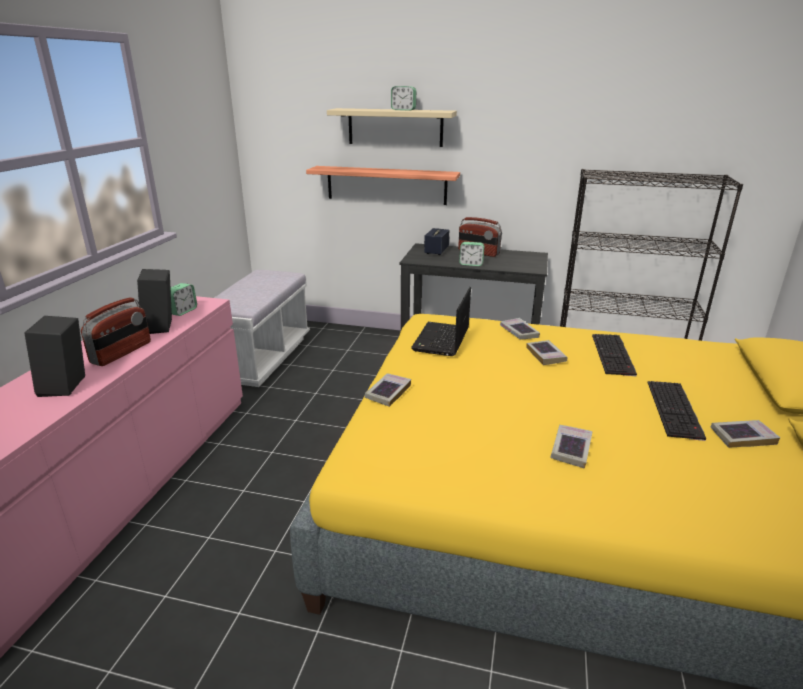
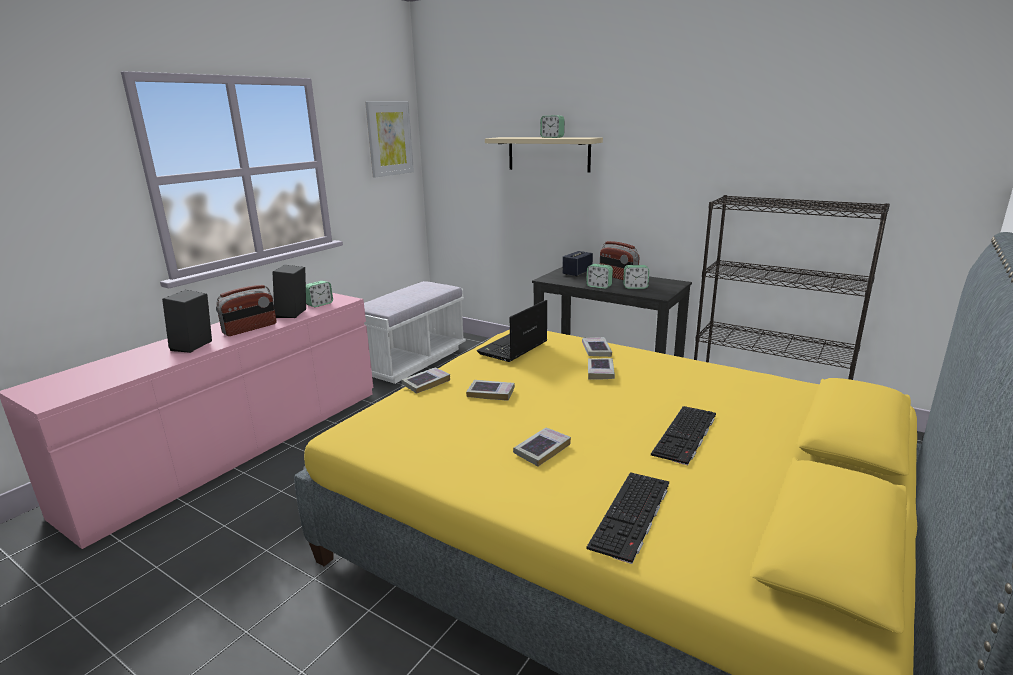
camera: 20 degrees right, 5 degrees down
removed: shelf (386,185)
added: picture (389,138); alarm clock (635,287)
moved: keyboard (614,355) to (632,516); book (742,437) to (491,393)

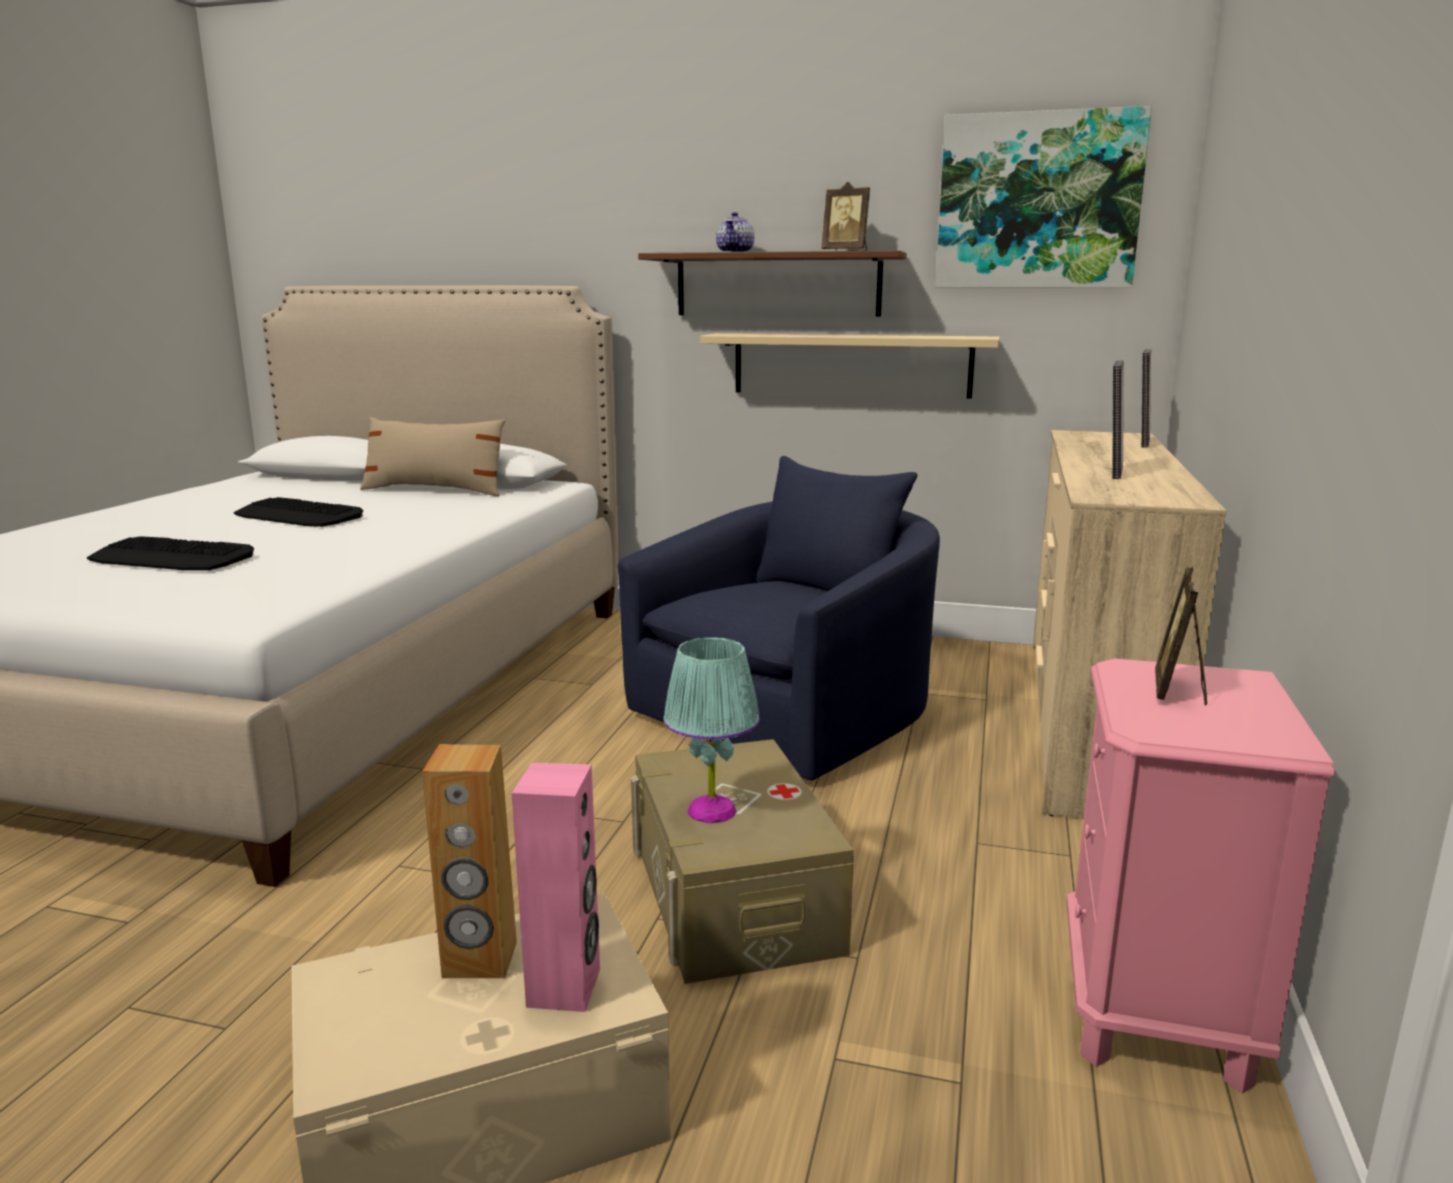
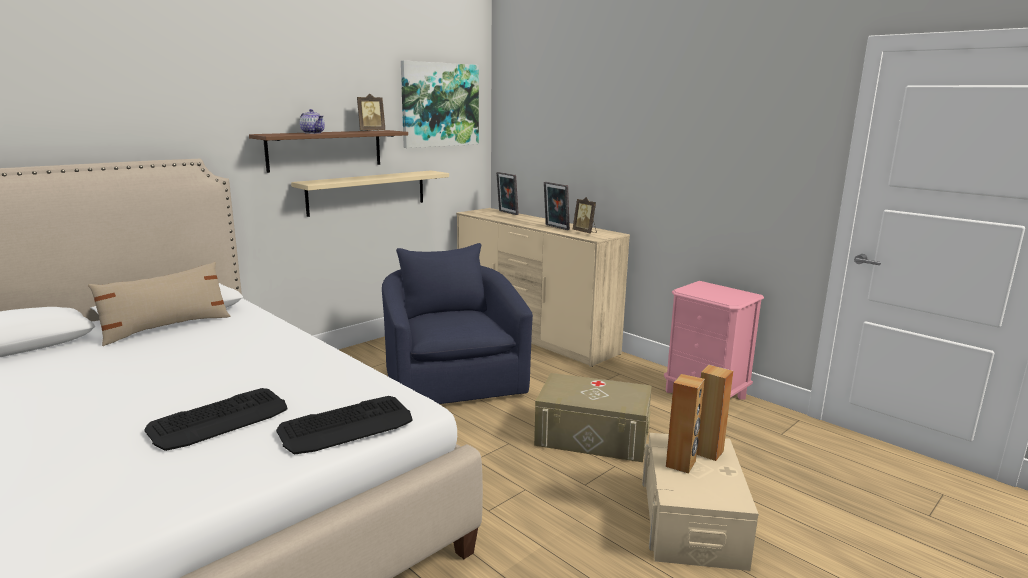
camera: 60 degrees left, 0 degrees up
removed: table lamp in turquoise (712,810)
moved: keyboard (298,515) to (347,426); picture frame (1179,691) to (585,232)
recoloured: speaker in pink (565,988) to speaker in brown (707,452)

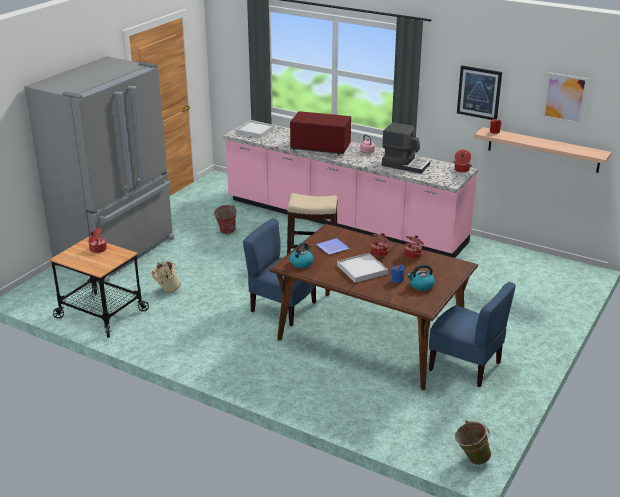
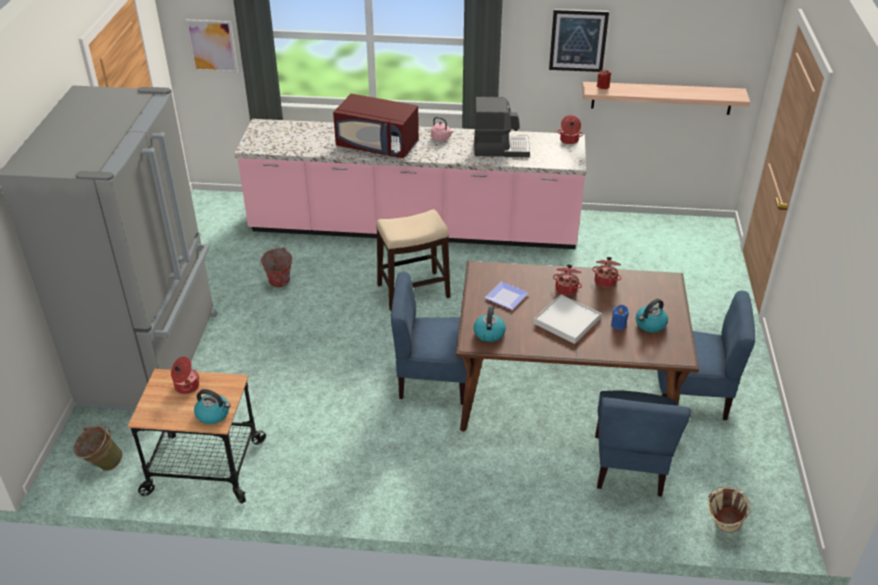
camera: 25 degrees left, 10 degrees up
removed: tray in white (255,131)
added: kettle (213,414); chair in blue (629,466)
moved: picture (564,98) to (212,46); bucket in beige (166,291) to (722,529); bucket in green (470,459) to (102,465)
turned: microwave in red (320,148) = (378,146) 150 degrees counterclockwise

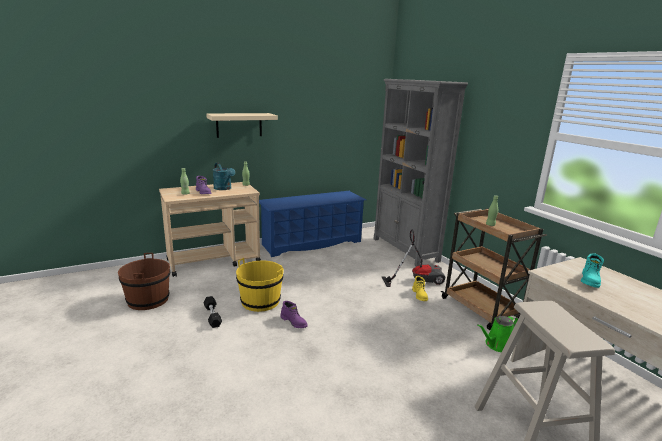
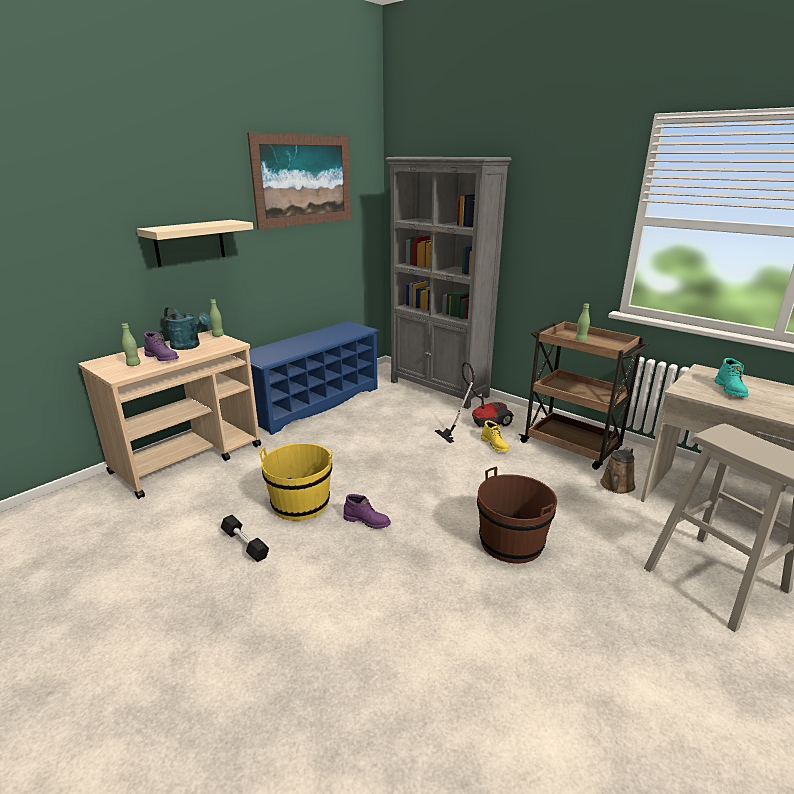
camera: 20 degrees left, 5 degrees up
added: picture (303,180)
moved: bucket in brown (148,300) to (511,542)
recoloured: watering can in green (497,345) to watering can in brown (616,486)

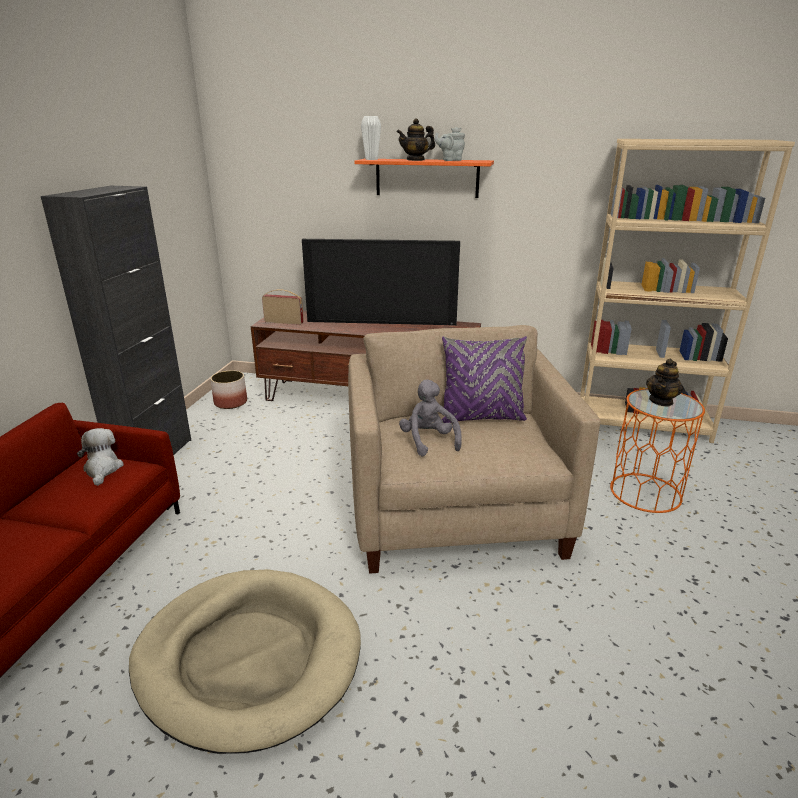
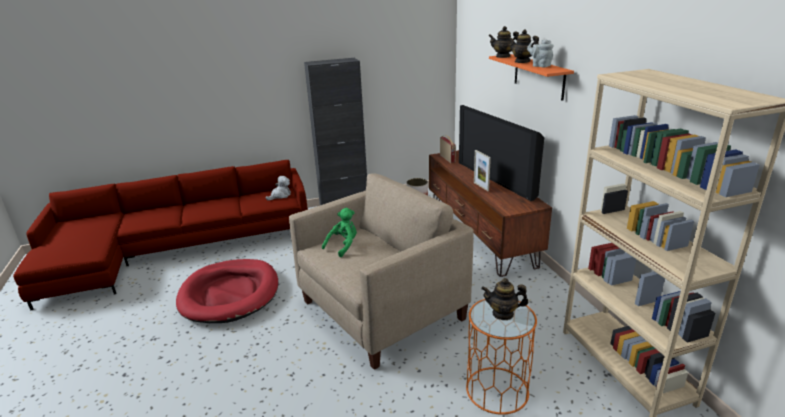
camera: 60 degrees right, 0 degrees up
removed: pillow in purple (481,417)
added: picture frame (481,186)
replaced: vase in white (371,159) to teapot (503,56)
recoloured: plush toy in grey (428,441) to plush toy in green (343,246); dog bed in beige (248,658) to dog bed in red (230,294)

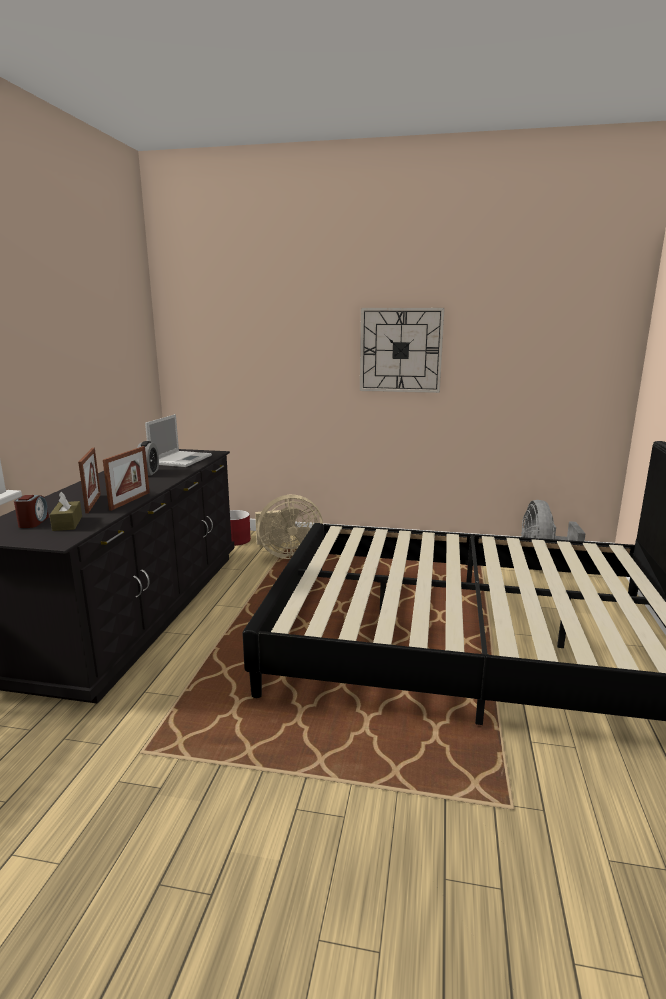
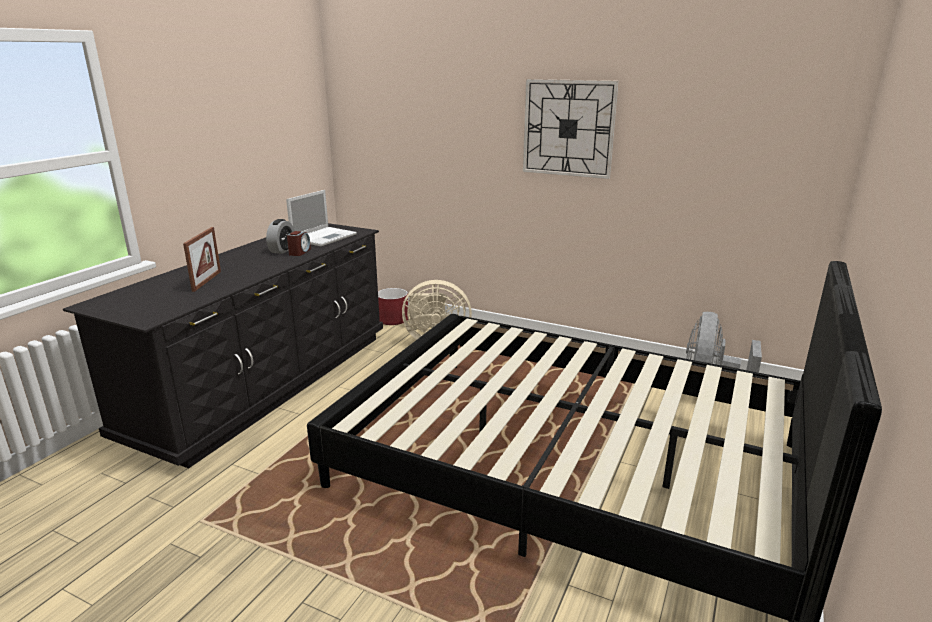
camera: 15 degrees right, 5 degrees up
removed: picture frame (130,501); tissue box in brown (67,523)
moved: alarm clock (33,522) to (299,252)

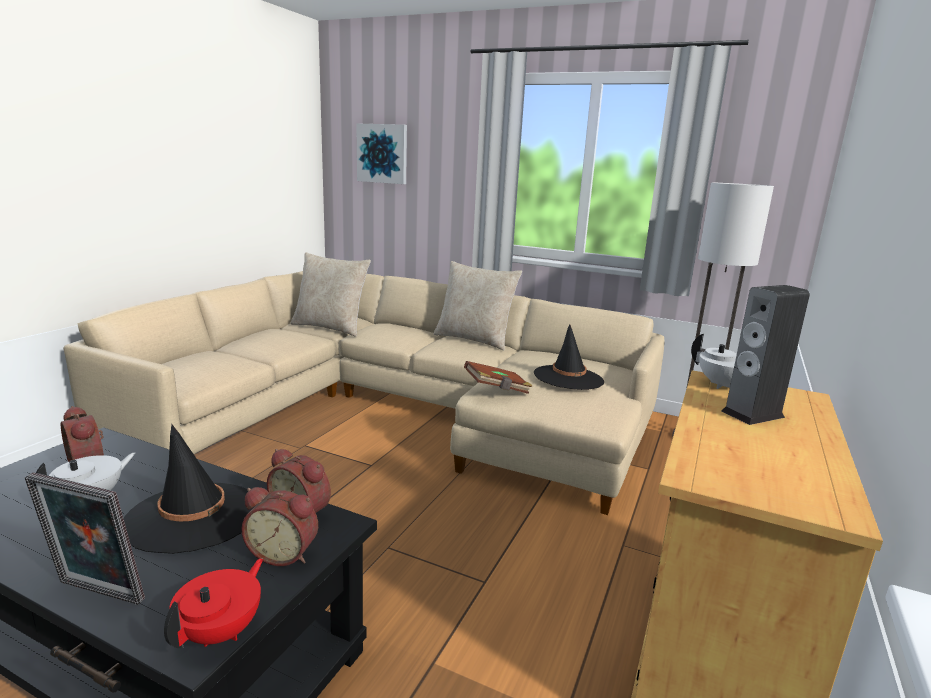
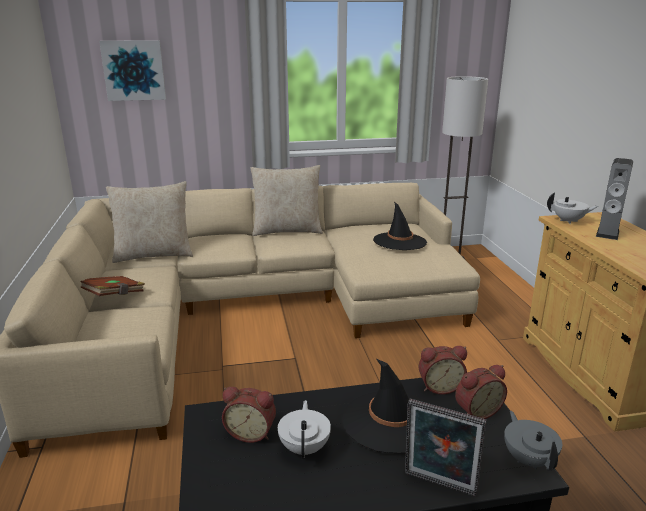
camera: 35 degrees left, 5 degrees up
moved: book in brown (497,389) to (114,296)
recoloured: teapot in red (221,631) to teapot in grey (528,459)
turned: picture frame (96,595) = (439,486) 45 degrees clockwise

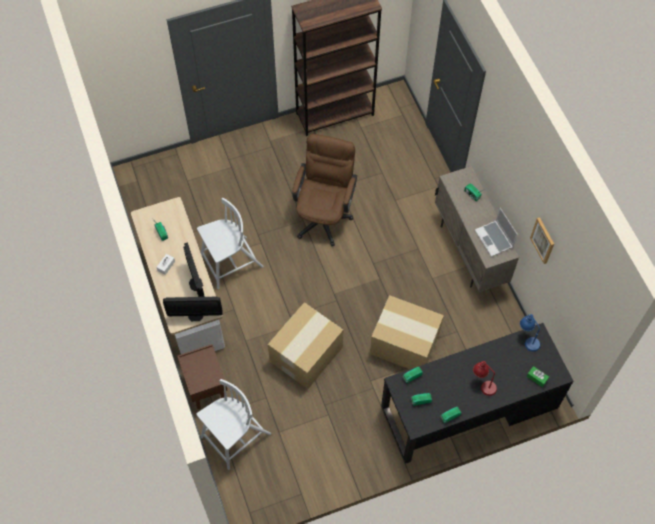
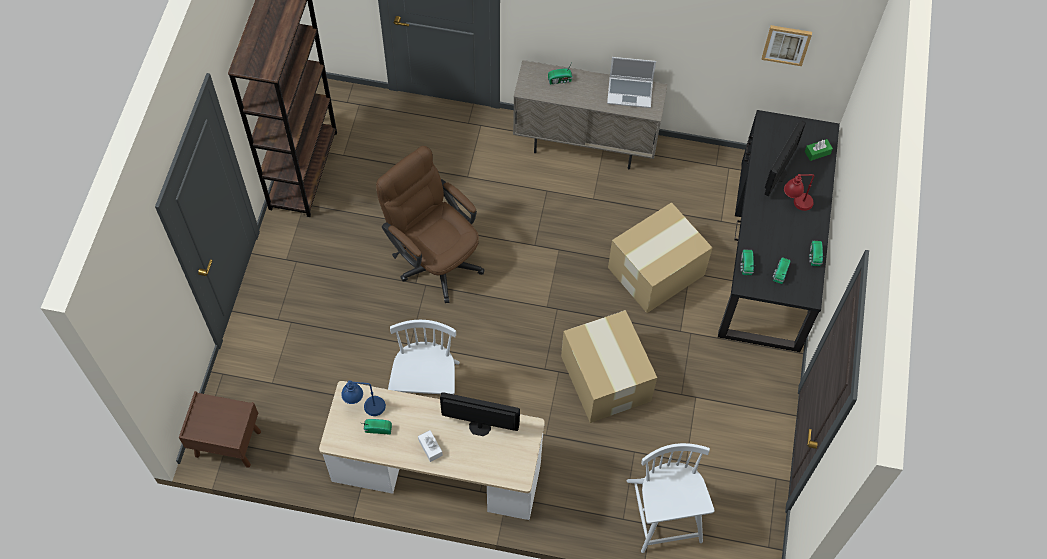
camera: 60 degrees left, 0 degrees up
moved: picture (543,240) to (786,44); monitor (195,315) to (777,174); table lamp in blue (527,339) to (365,407); nightstand in brown (205,386) to (227,444)

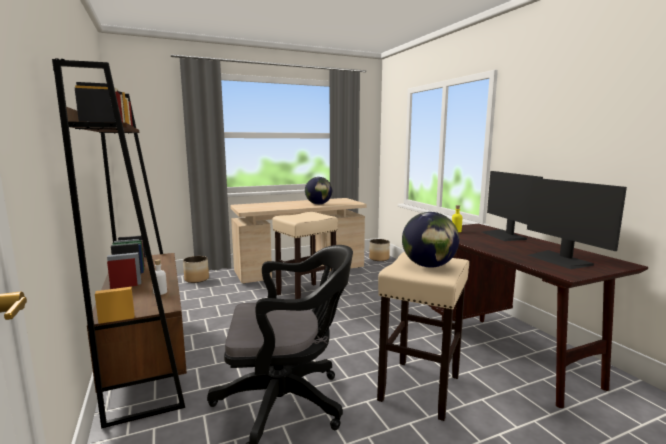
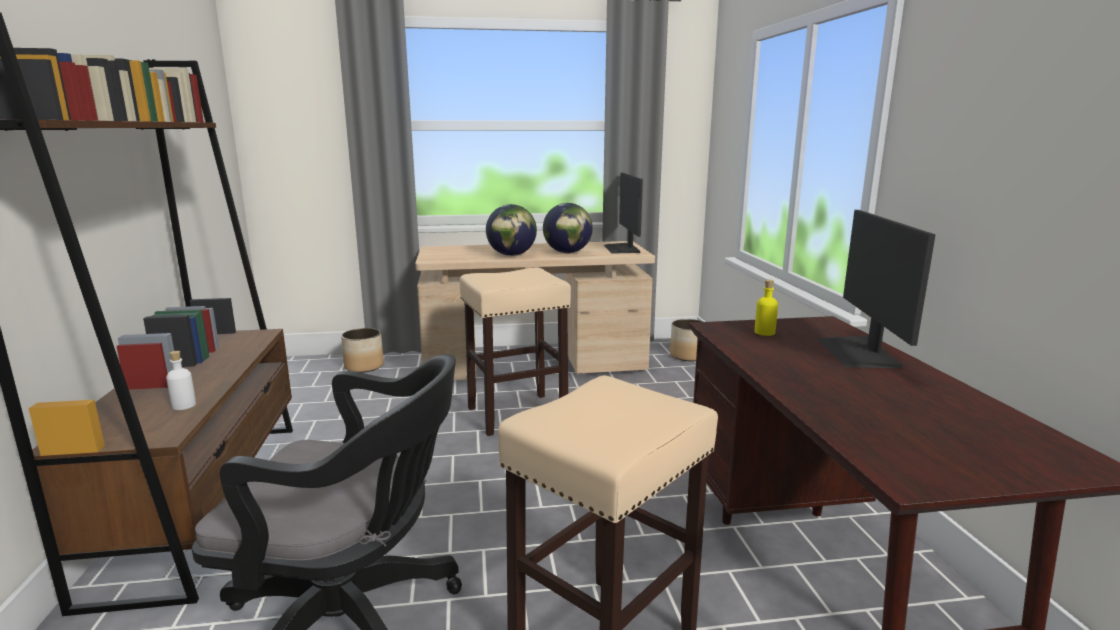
camera: 15 degrees right, 5 degrees up
moved: monitor (560,260) to (622,248); globe (428,266) to (511,255)

